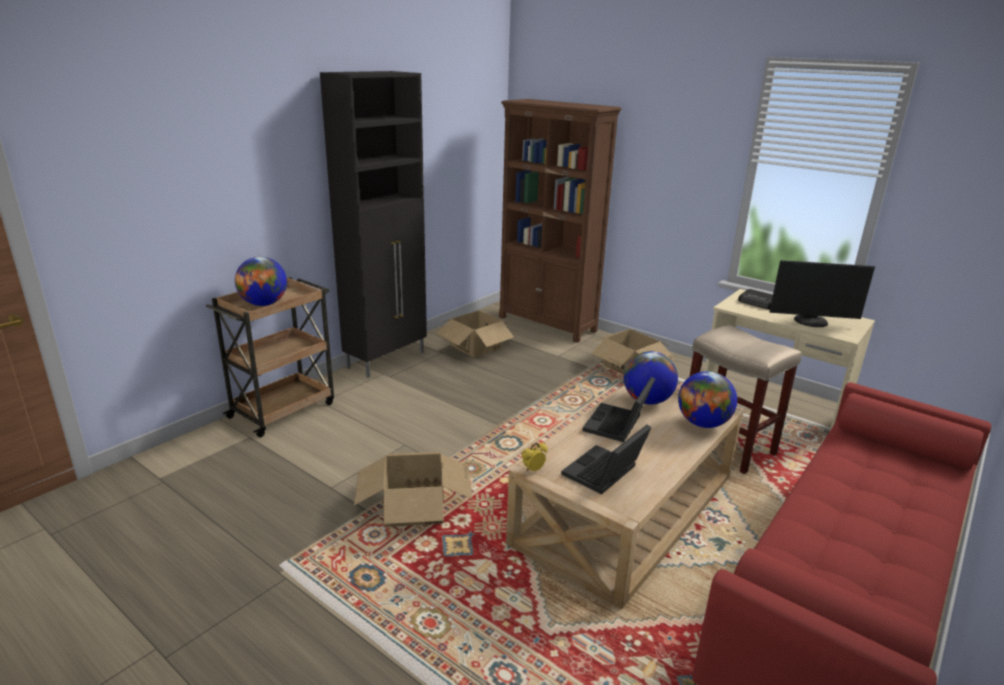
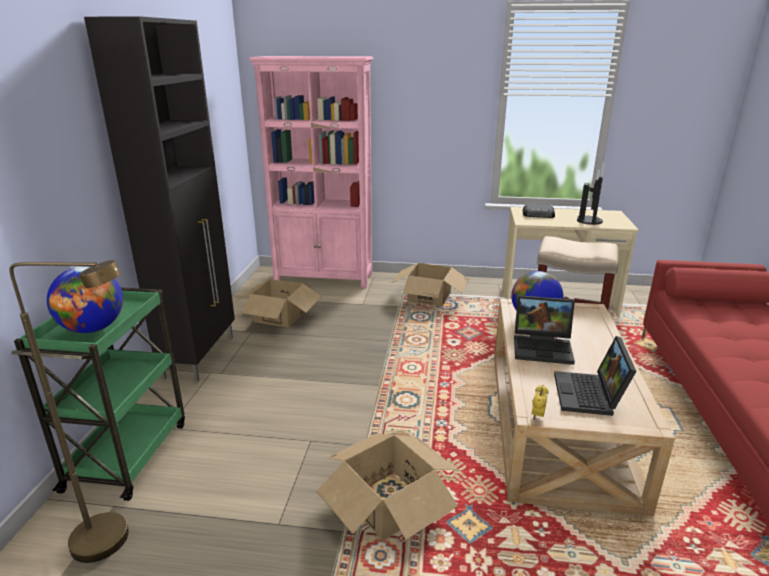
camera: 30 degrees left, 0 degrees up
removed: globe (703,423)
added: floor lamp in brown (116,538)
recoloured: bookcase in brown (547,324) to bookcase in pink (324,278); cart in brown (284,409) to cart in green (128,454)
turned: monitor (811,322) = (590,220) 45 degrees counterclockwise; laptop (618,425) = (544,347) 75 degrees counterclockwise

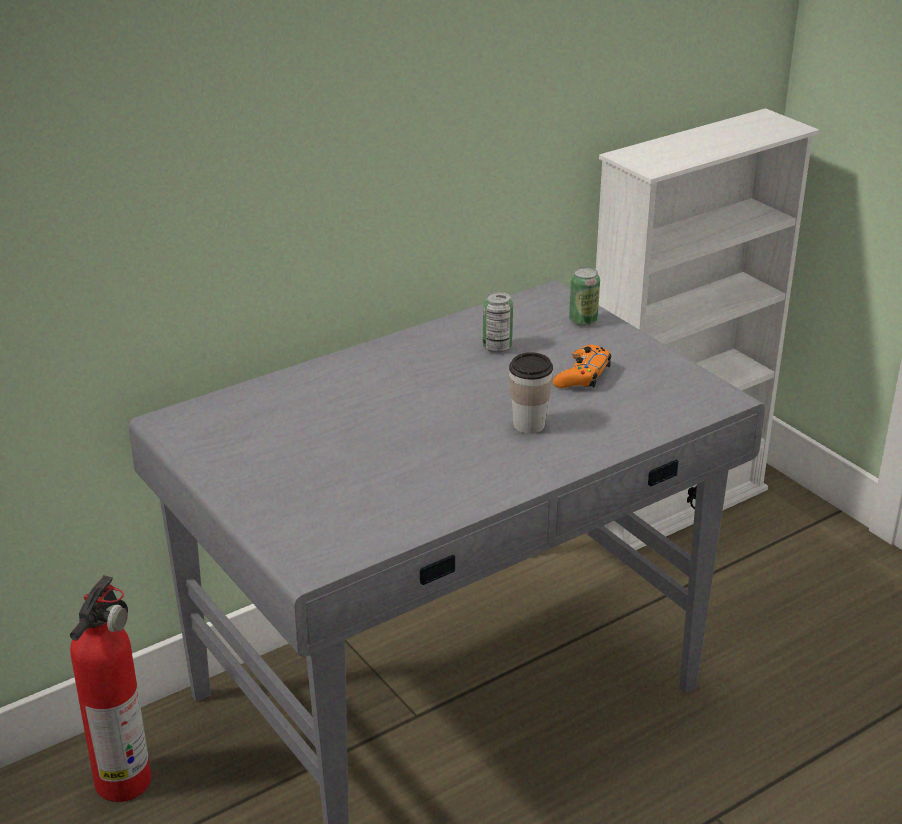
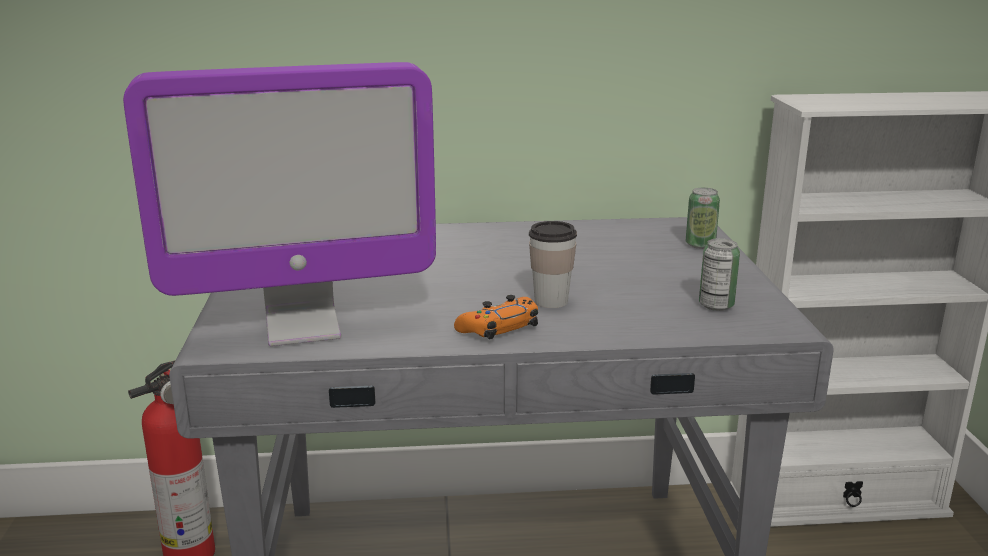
camera: 30 degrees right, 10 degrees down
added: monitor (302,327)
moved: can (497,347) to (716,305); game controller in orange (582,376) to (499,328)

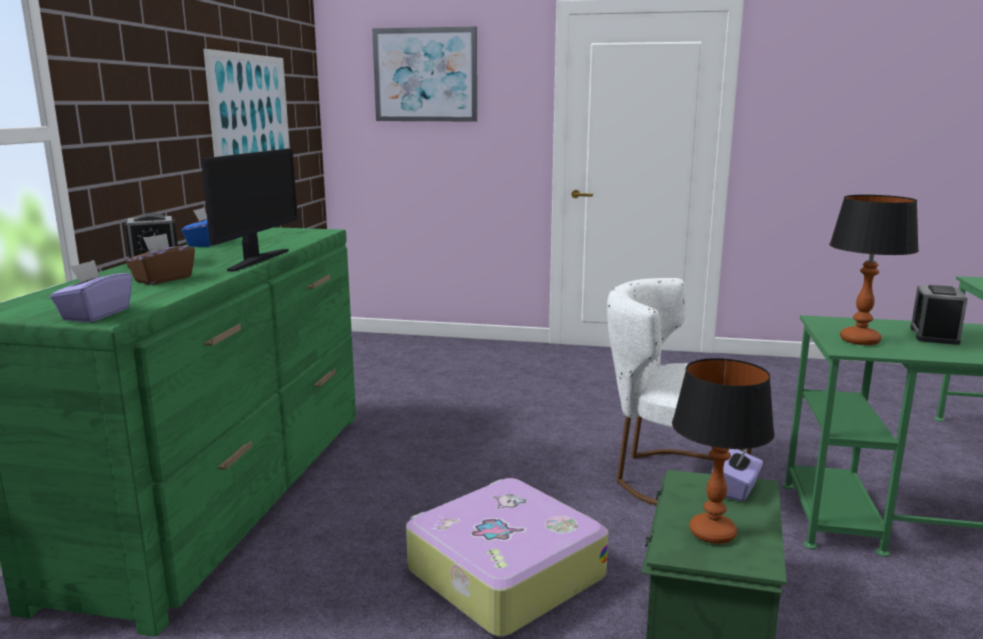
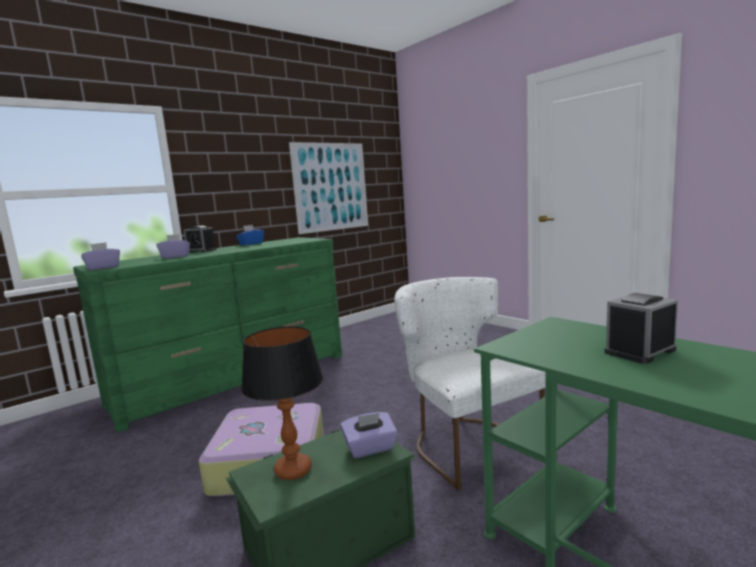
camera: 40 degrees right, 5 degrees down
removed: picture (425,75); monitor (256,260); table lamp (859,340)
recoloured: tissue box in brown (163,279) to tissue box in purple (175,257)

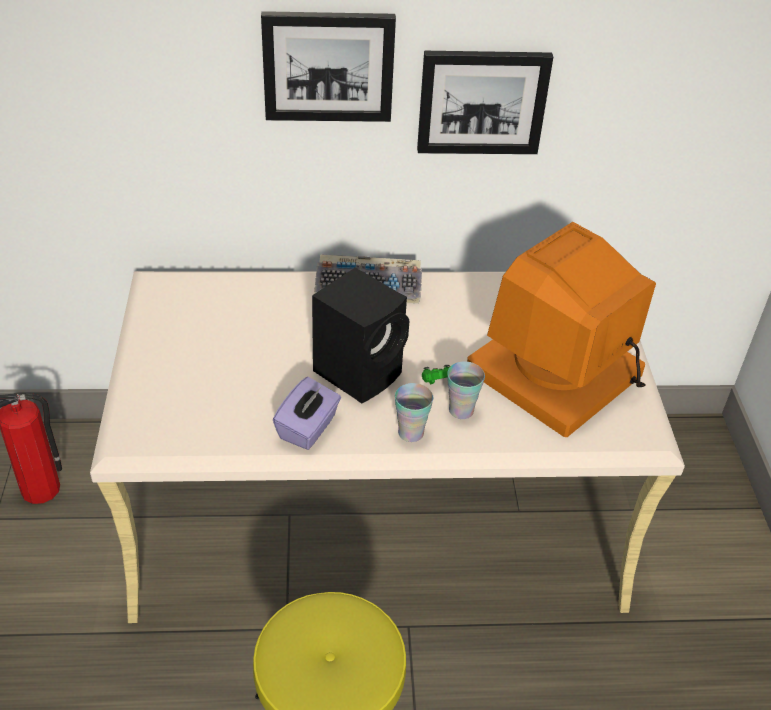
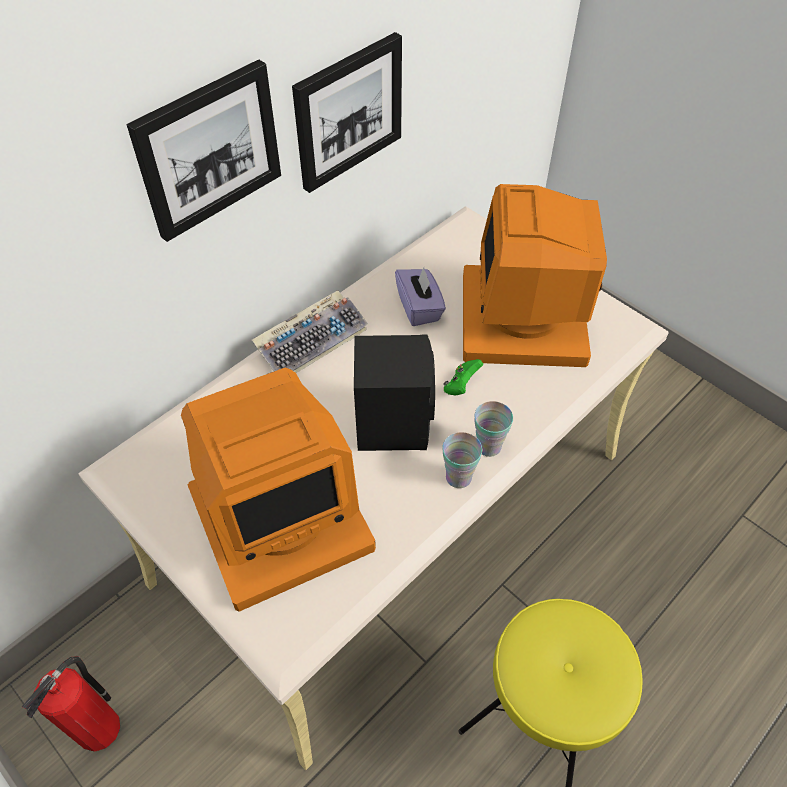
camera: 40 degrees left, 10 degrees up
added: monitor (280,516)
moved: cup (461,410) to (458,477); tissue box in purple (308,428) to (419,308)

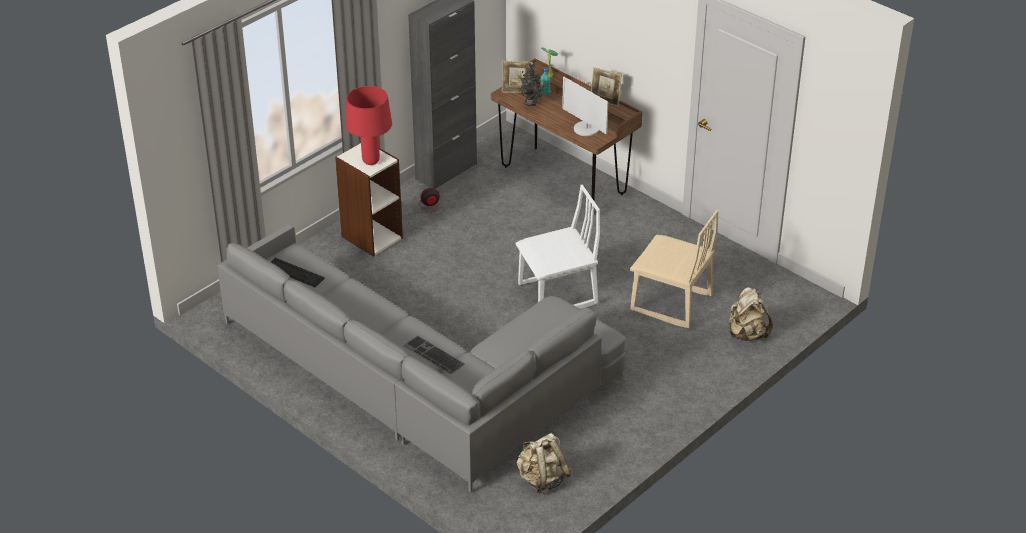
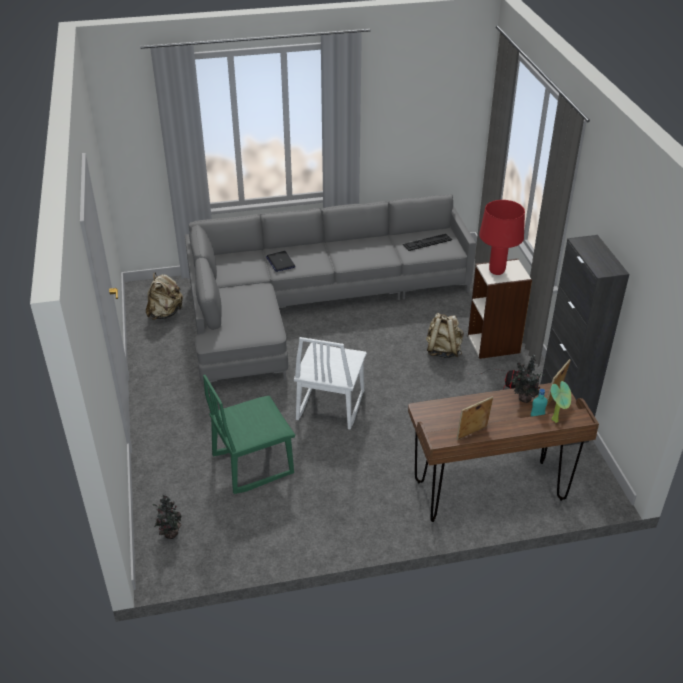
camera: 125 degrees right, 0 degrees up
removed: monitor (586,129)
added: potted plant (169,534)
moved: backpack in beige (746,334) to (443,350)
replaced: keyboard (432,355) to laptop (280,262)
recoloured: chair in beige (671,303) to chair in green (252,464)

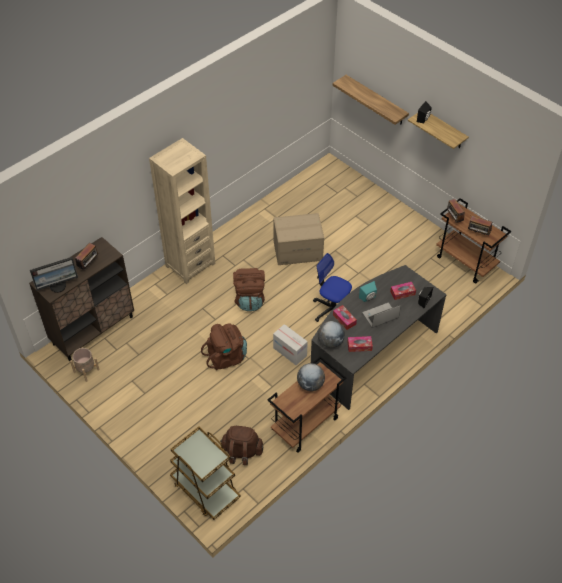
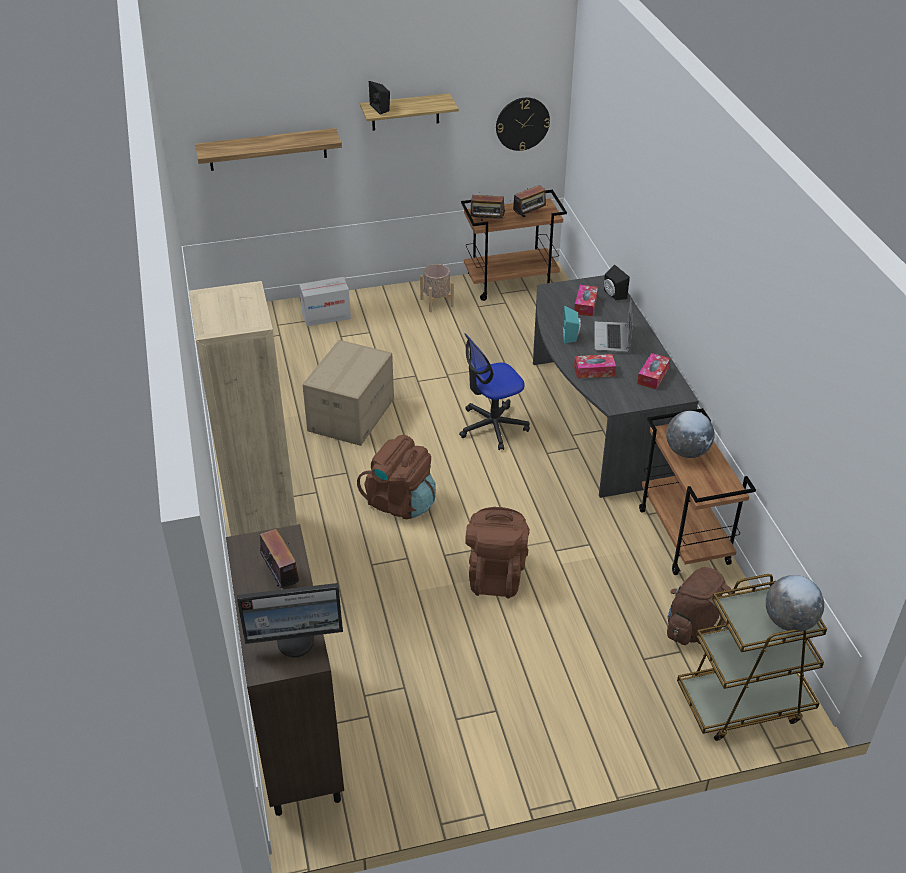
camera: 60 degrees left, 10 degrees down
added: wall clock (522,123)
moved: globe (330,342) to (789,621); cardboard box (290,352) to (326,316); planter in beige (86,370) to (437,302)
turned: monitor (58,286) = (296,641) 75 degrees clockwise

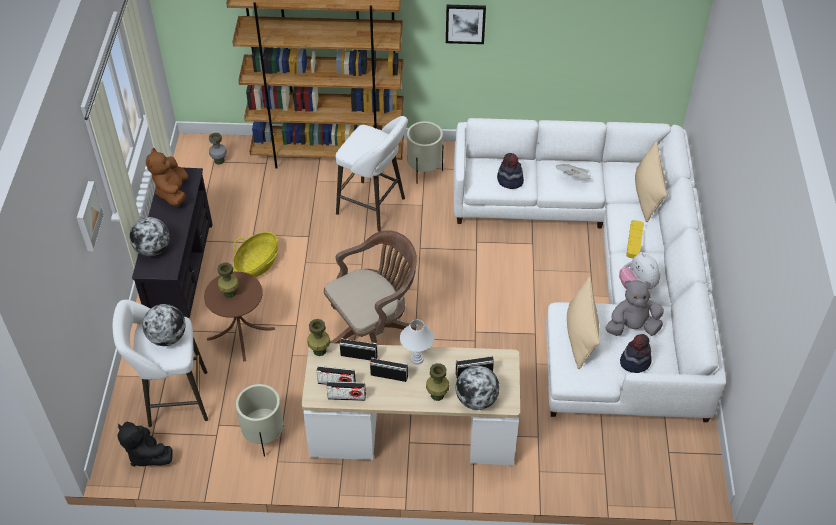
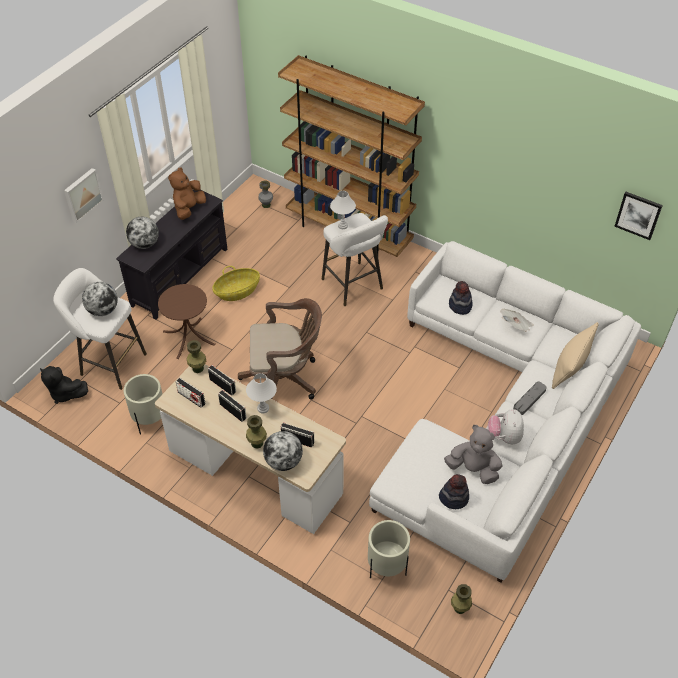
camera: 30 degrees right, 0 degrees up
removed: pillow in beige (580,335); radio (346,397)
added: table lamp in white (342,226)
moved: picture (465,23) to (638,215); planter in beige (424,171) to (386,567); vase in green (230,293) to (460,608)
recoloured: tray in yellow (634,241) to tray in grey (529,399)
turned: plush toy in black (146,454) = (65,393) 45 degrees counterclockwise

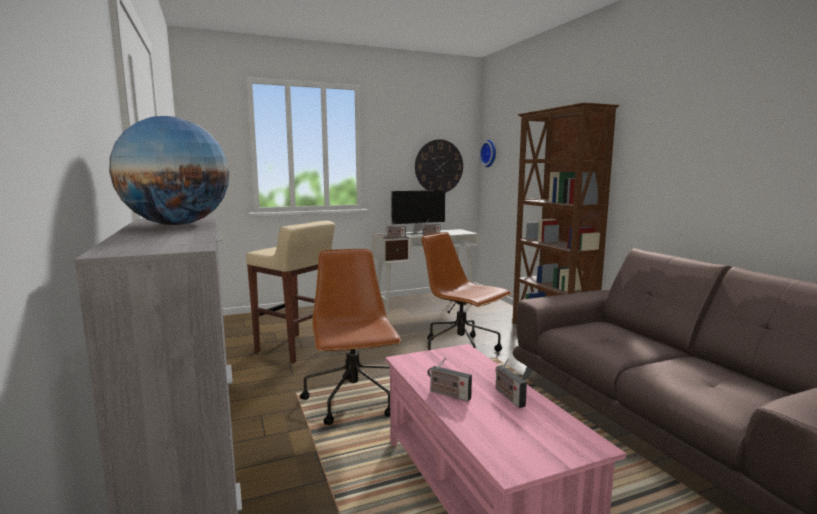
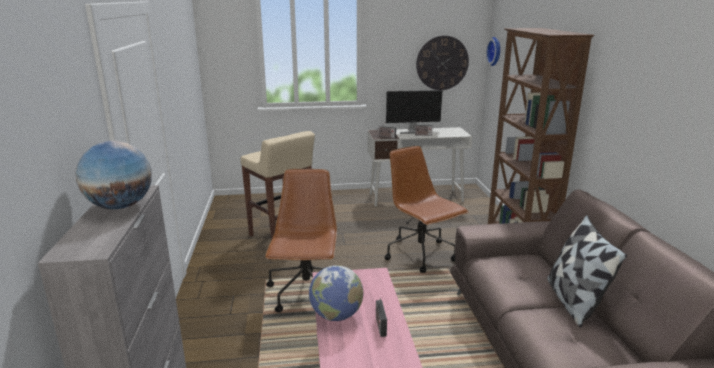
camera: 15 degrees right, 10 degrees up
added: pillow (573,302)
replaced: radio (448,394) to globe (336,315)

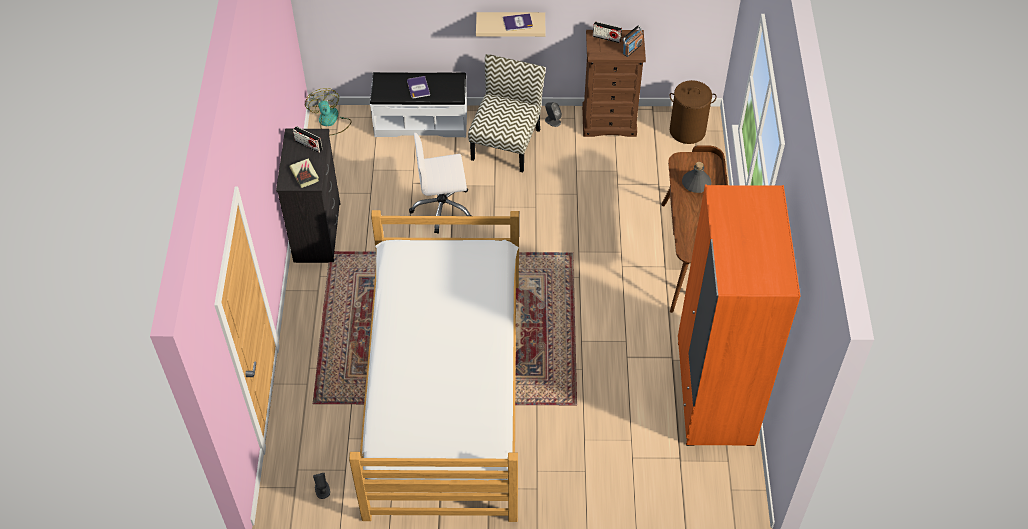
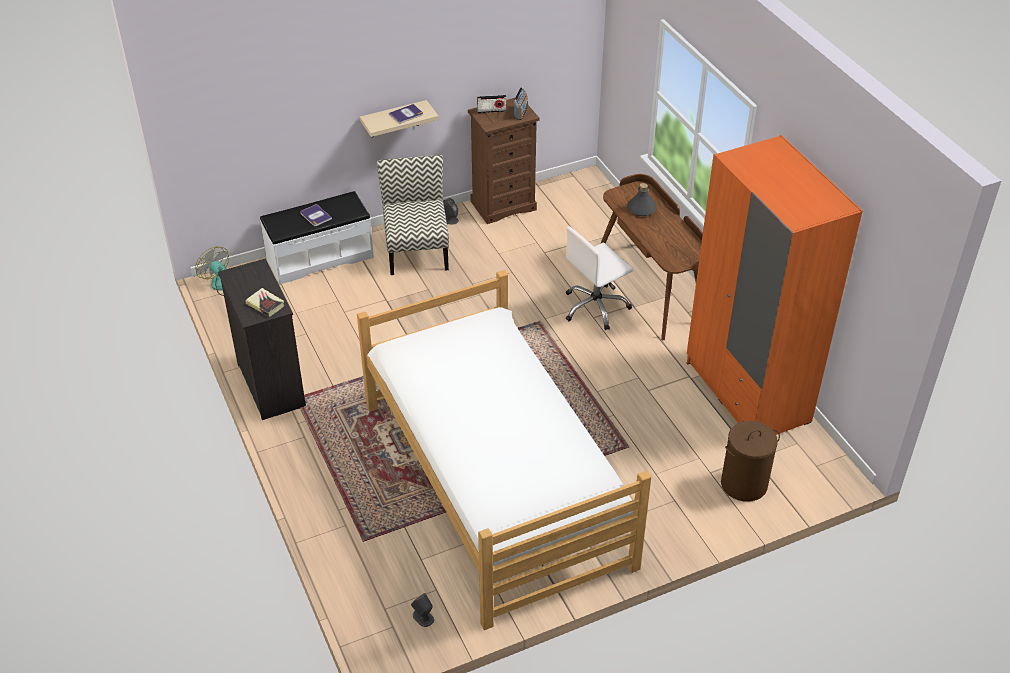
camera: 25 degrees left, 10 degrees down
removed: radio (308,145)
moved: laundry basket in brown (687,131) to (743,484); office chair in white (442,208) to (595,307)

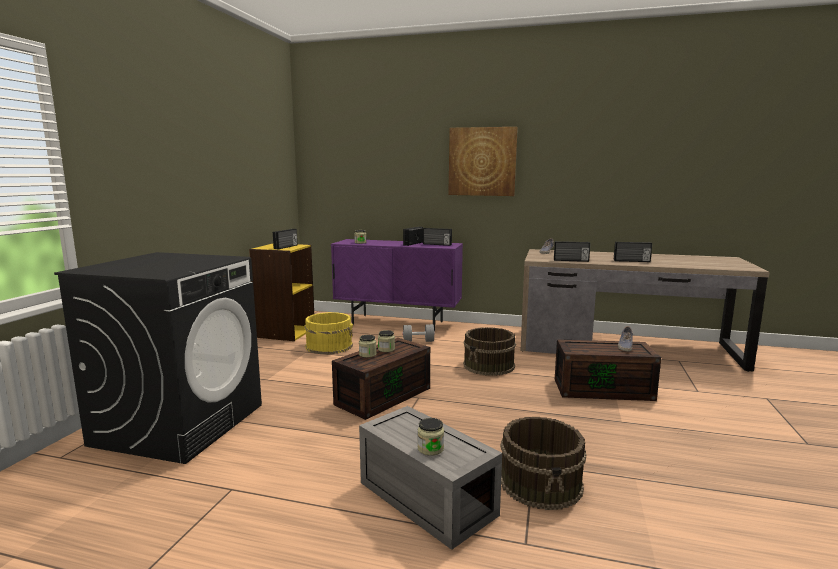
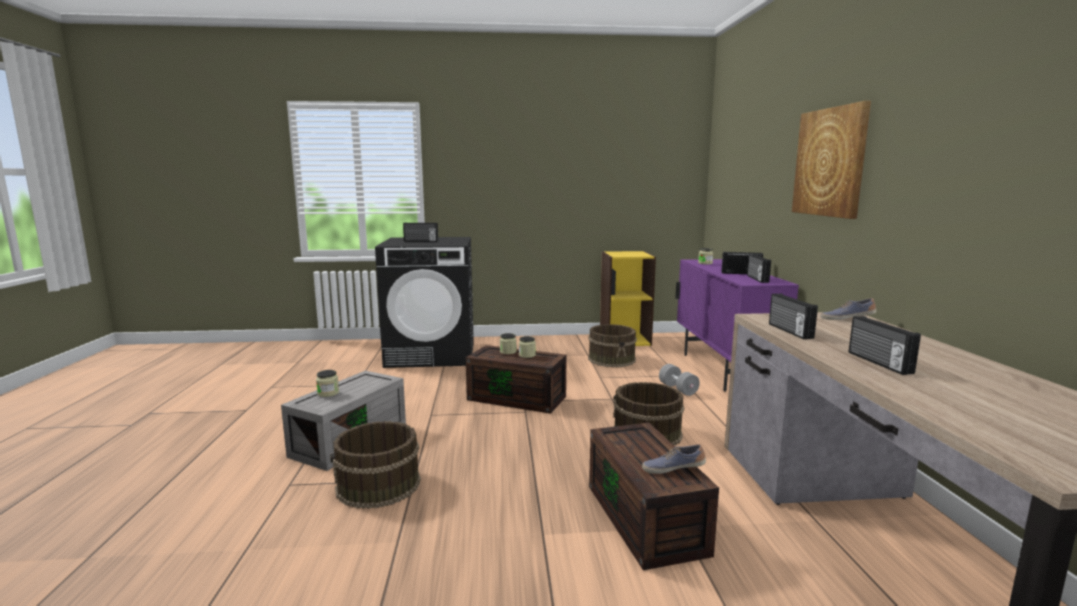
camera: 70 degrees right, 0 degrees up
moved: radio (286,247) to (421,241)
recoloured: bucket in yellow (329,346) to bucket in brown (612,359)

